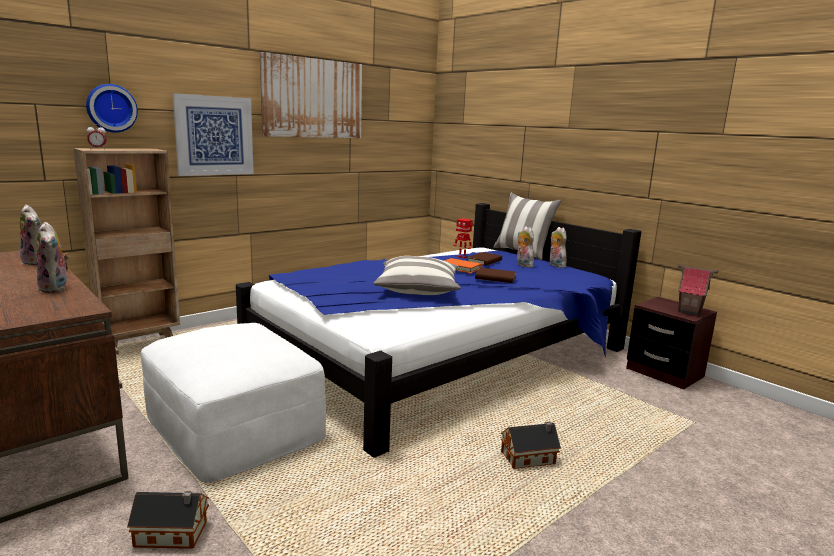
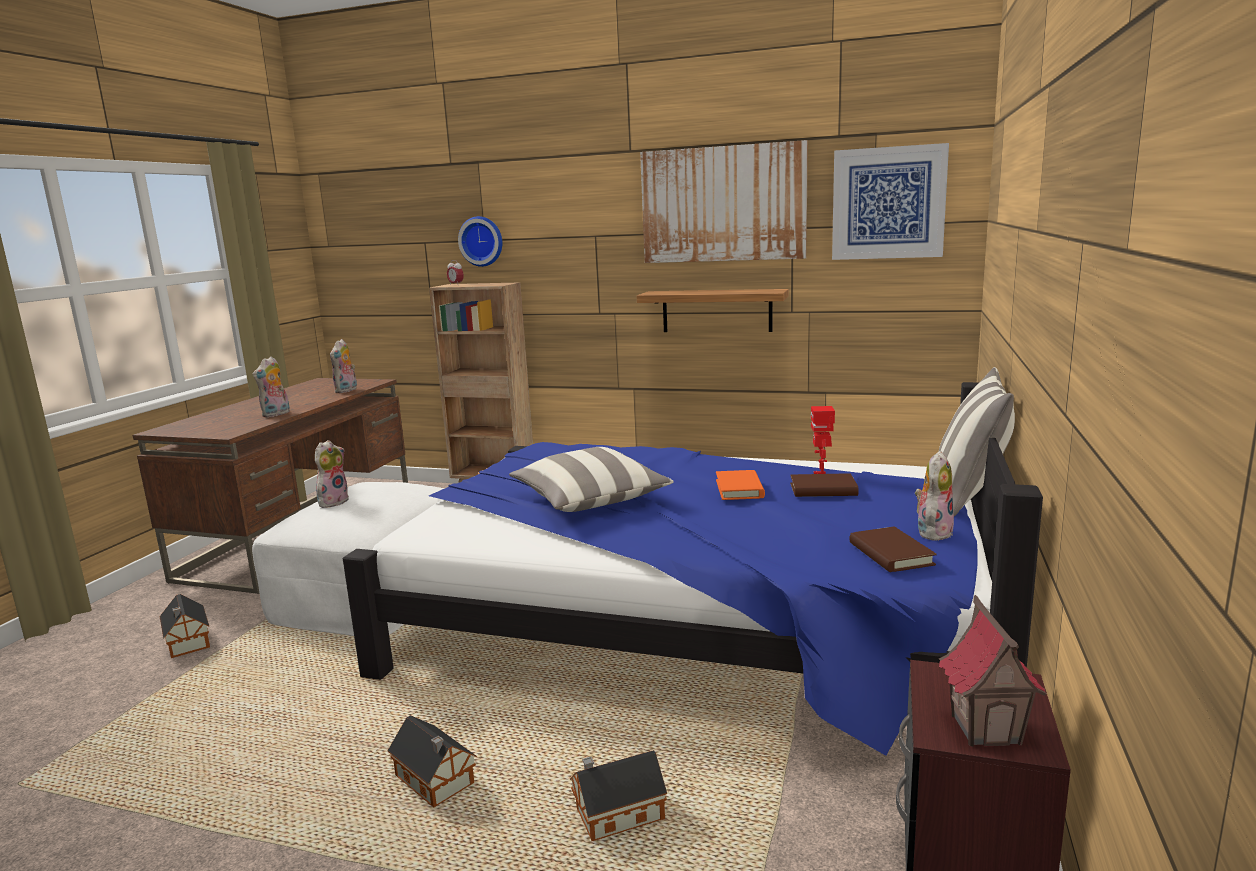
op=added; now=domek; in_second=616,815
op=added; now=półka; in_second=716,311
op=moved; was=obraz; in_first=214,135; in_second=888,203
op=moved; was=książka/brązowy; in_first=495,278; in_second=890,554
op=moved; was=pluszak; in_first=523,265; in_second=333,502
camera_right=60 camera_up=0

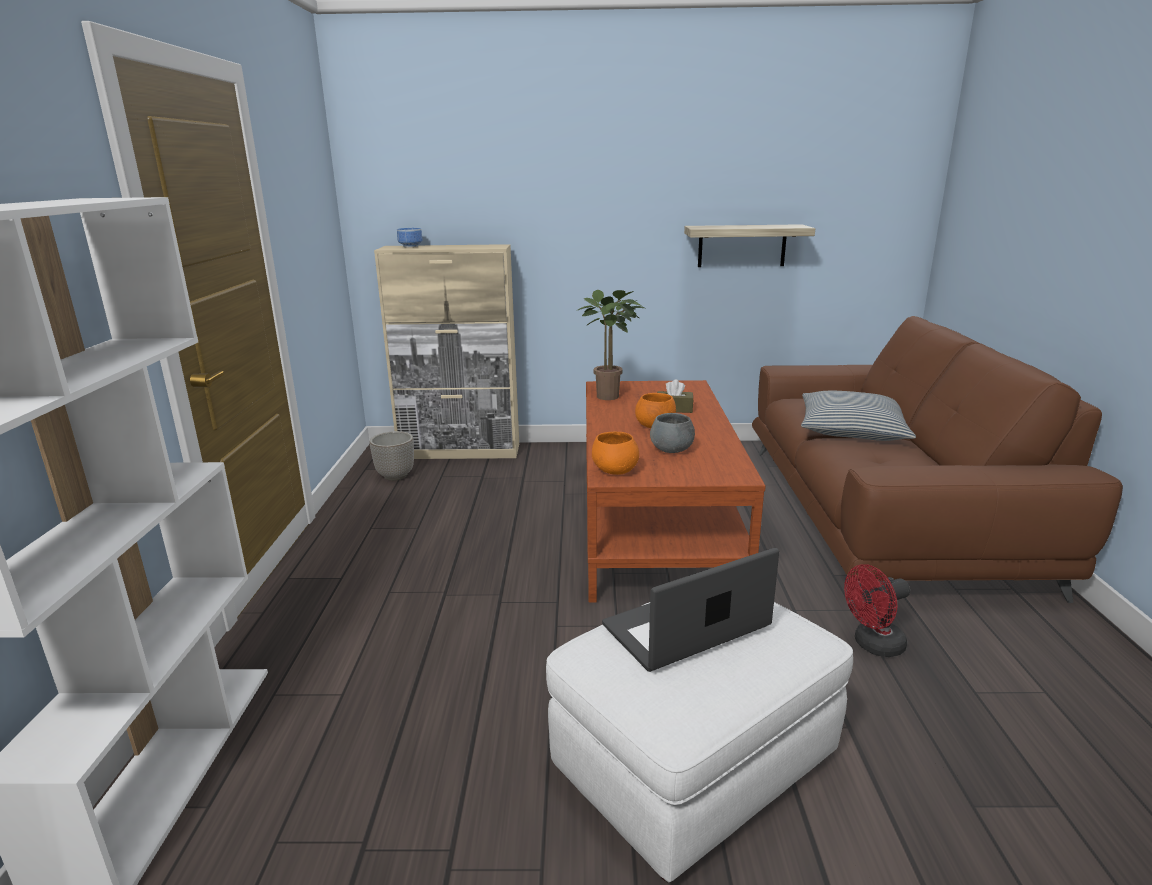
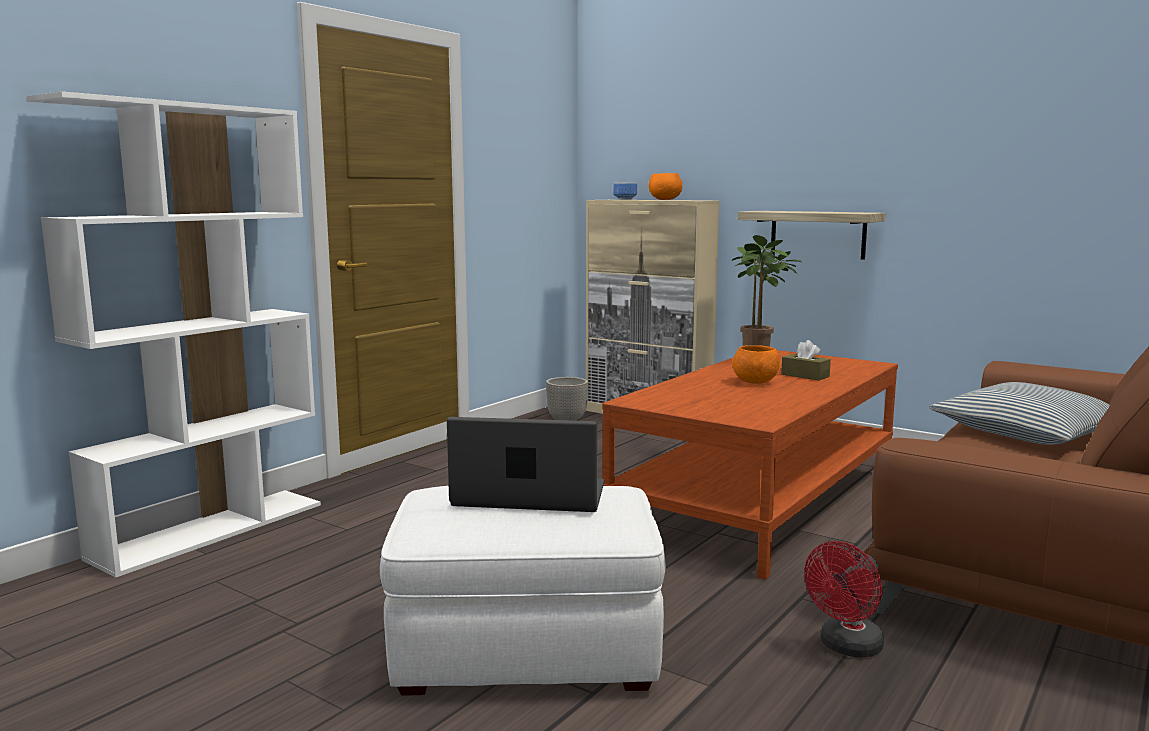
op=removed; was=miska/szary; in_first=672,450
op=moved; was=miska/pomarańczowy; in_first=615,471; in_second=665,199
op=moved; was=półka; in_first=742,246; in_second=817,234
op=turned; was=wentylator/czerwony; in_first=873,645; in_second=846,648; clockwise=-60
camera_right=35 camera_up=-10

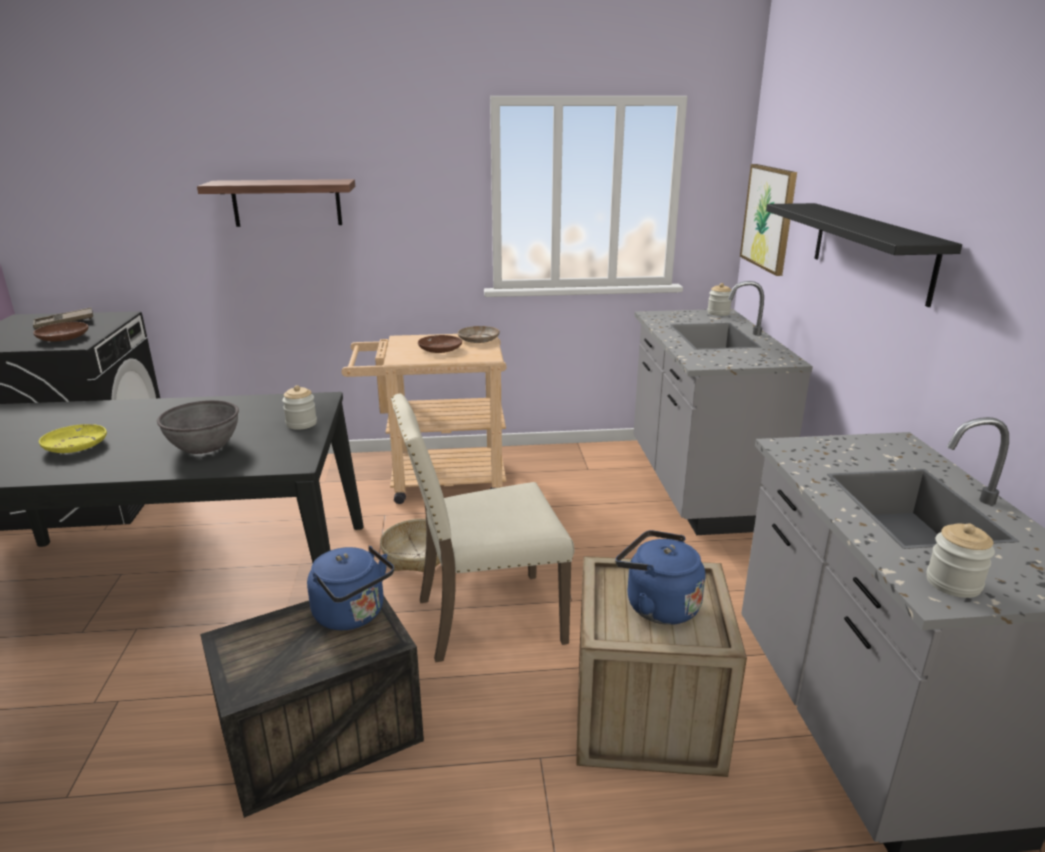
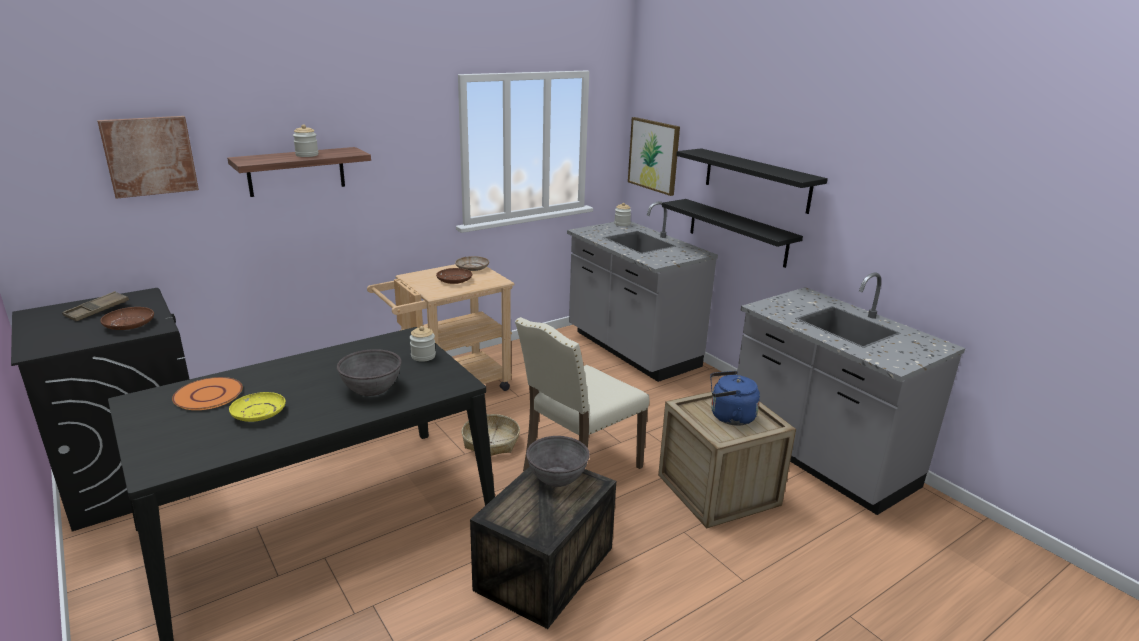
op=added; now=obraz; in_second=149,156
op=added; now=talerz/pomarańczowy; in_second=209,395
op=added; now=półka/czarny; in_second=737,232
op=moved; was=słoik; in_first=953,583; in_second=307,155
op=replaced; was=czajnik/niebieski; now=miska/szary; in_first=353,615; in_second=557,476
camera_right=-30 camera_up=0

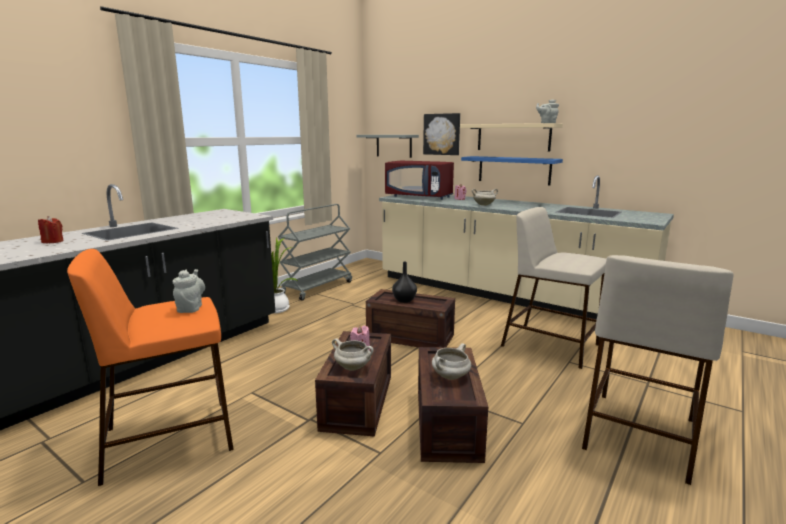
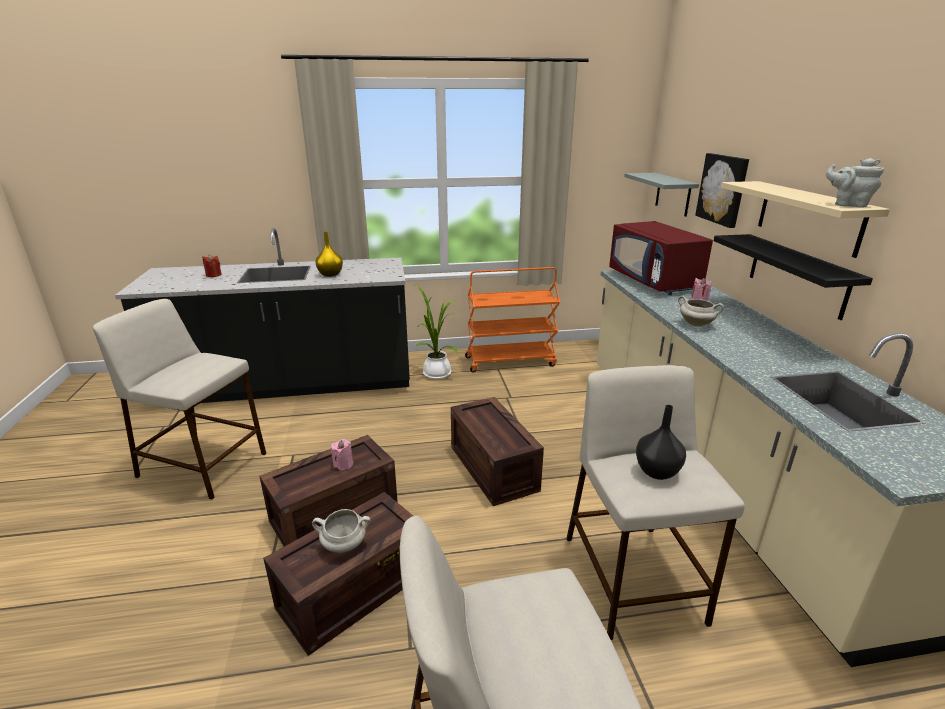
op=removed; was=imbryk/szary; in_first=190,308
op=removed; was=garnek/biały; in_first=353,367
op=added; now=wazon/żółty; in_second=330,274
op=moved; was=wazon/czarny; in_first=404,300; in_second=656,471
op=recoloured; was=stołek/pomarańczowy; now=stołek/beżowy; in_first=171,438; in_second=204,465
op=recoloured; was=wózek/szary; now=wózek/pomarańczowy; in_first=317,287; in_second=510,361
op=recoloured; was=półka/niebieski; now=półka/czarny; in_first=514,170; in_second=797,275
camera_right=45 camera_up=10

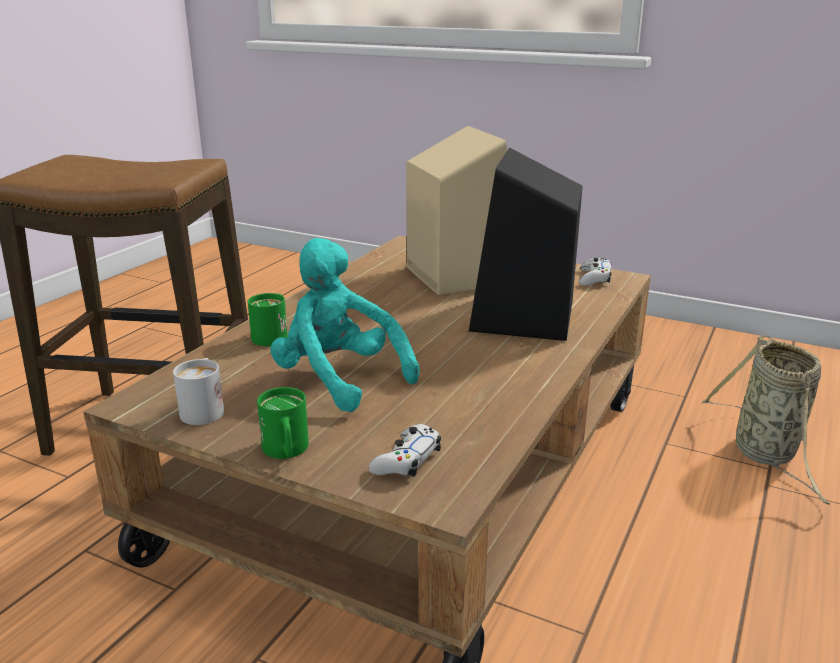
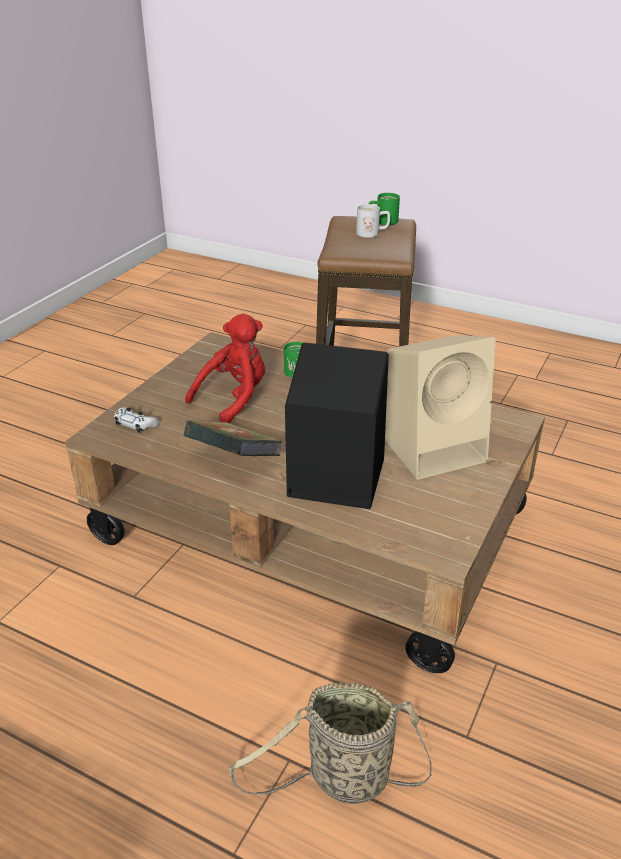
op=removed; was=pad do gier/biały; in_first=594,278
op=added; now=książka; in_second=234,461
op=moved; was=kubek/biały; in_first=204,408; in_second=372,233
op=moved; was=kubek/zielony; in_first=286,452; in_second=382,222
op=recoloured; was=pluszak/turkusowy; now=pluszak/czerwony; in_first=339,379; in_second=234,399
camera_right=90 camera_up=10

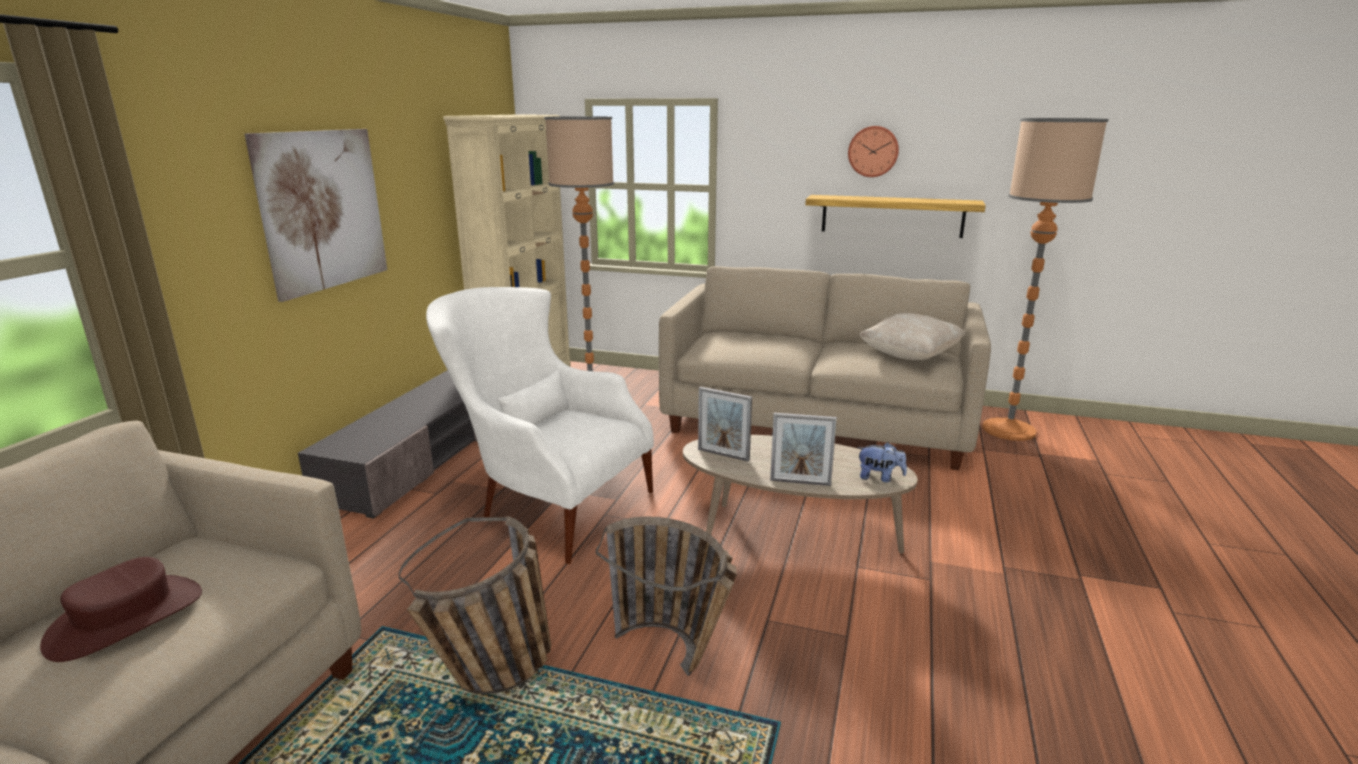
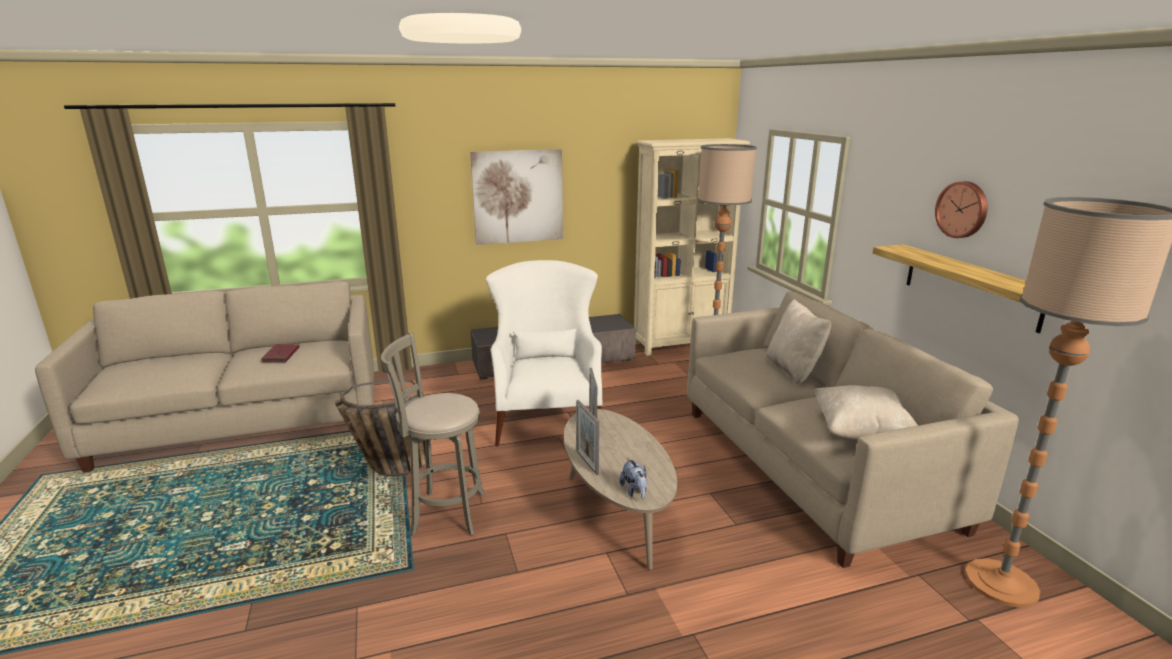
op=added; now=poduszka/beżowy; in_second=793,370
op=replaced; was=kapelusz/brązowy; now=książka/czerwony; in_first=126,618; in_second=281,355
op=replaced; was=koszyk; now=stołek/szary; in_first=676,656; in_second=444,513
camera_right=55 camera_up=0

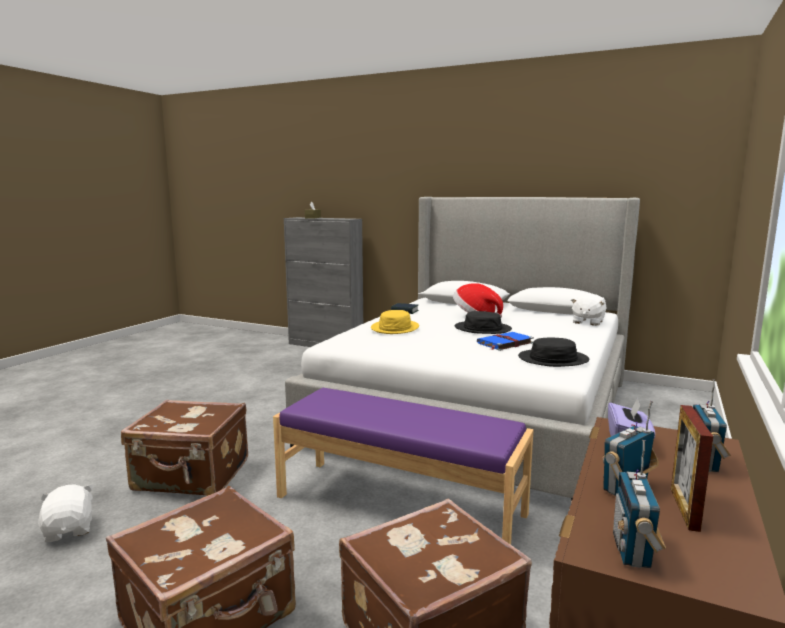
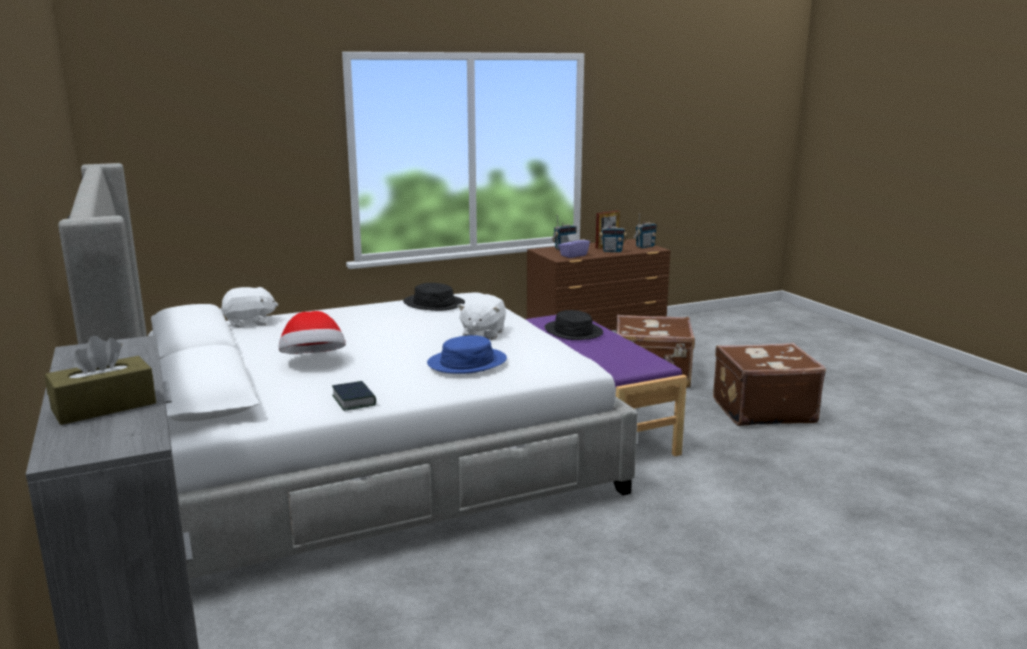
op=removed; was=walizka/brązowy; in_first=192,476
op=removed; was=książka/niebieski; in_first=504,343
op=moved; was=pluszak/biały; in_first=69,530; in_second=482,333
op=moved; was=kapelusz/czarny; in_first=482,329; in_second=573,331
op=recoloured; was=kapelusz/żółty; now=kapelusz/niebieski; in_first=395,328; in_second=467,362
camera_right=-140 camera_up=5

